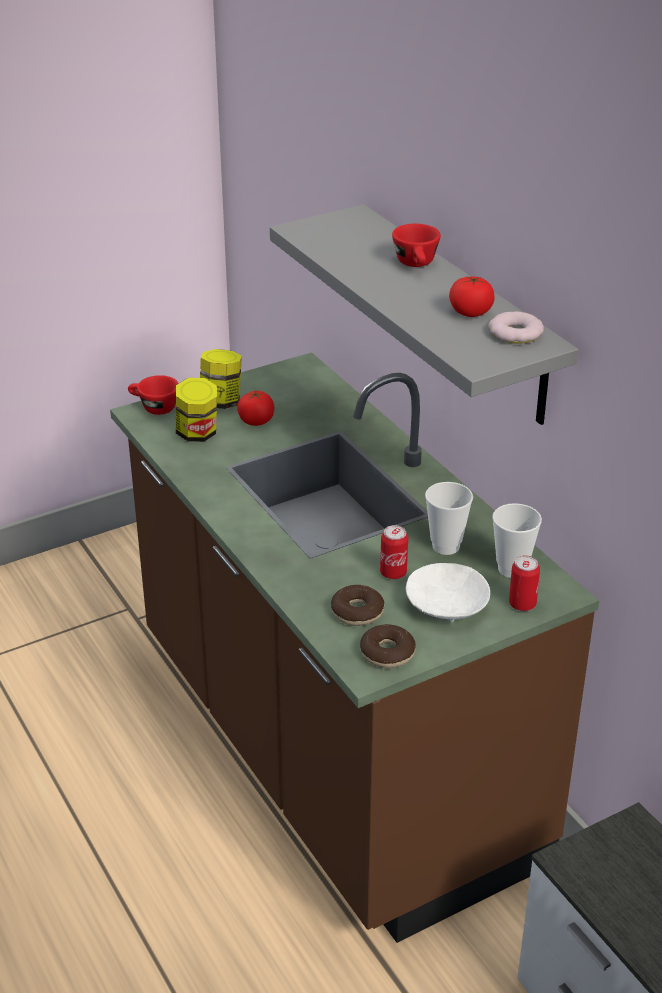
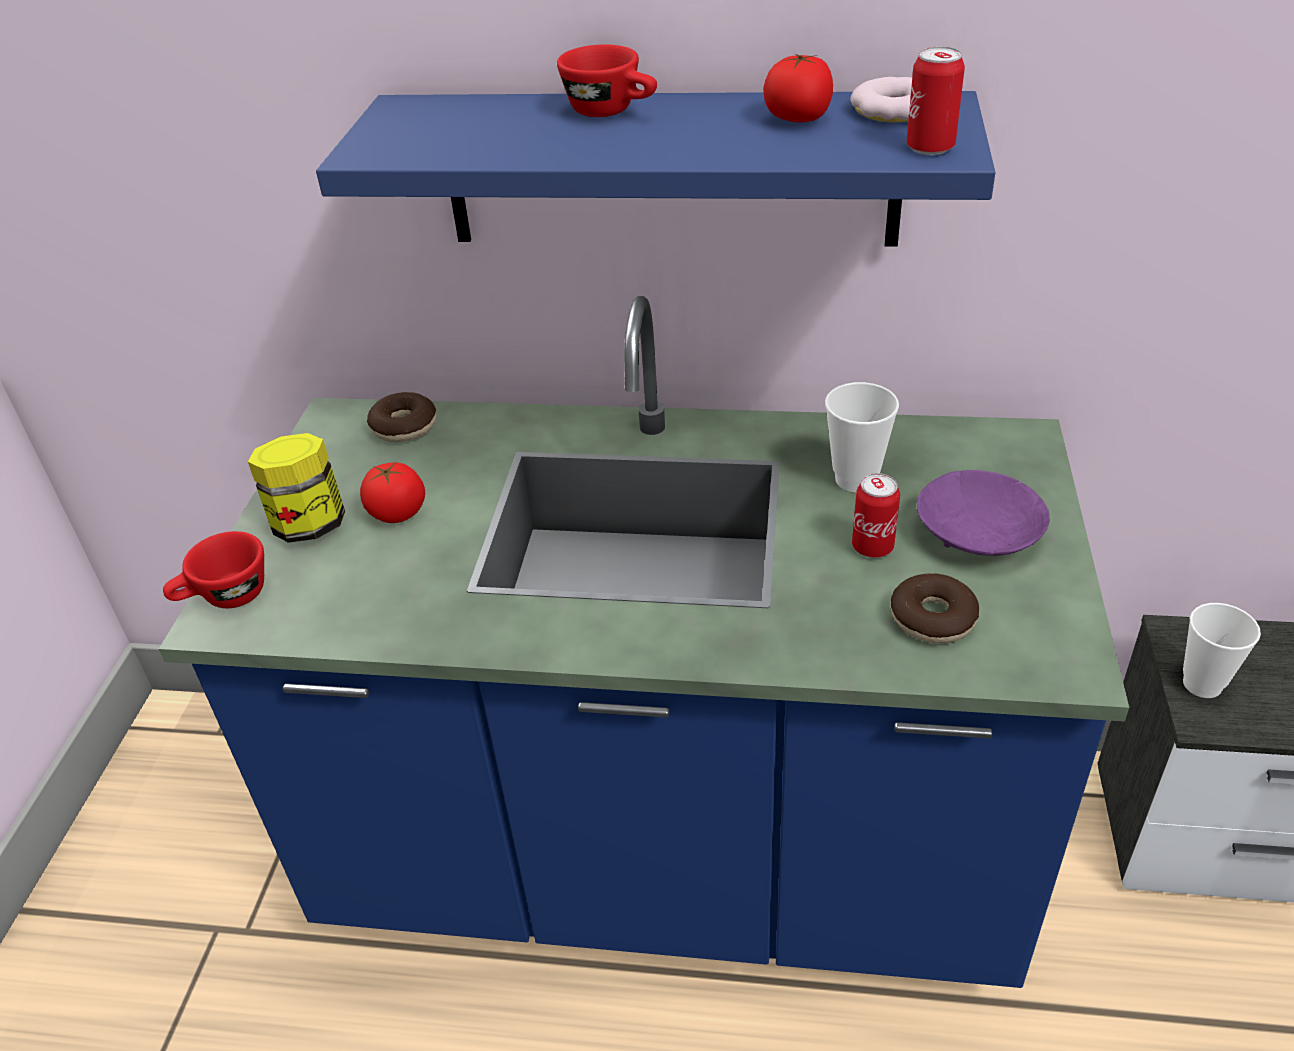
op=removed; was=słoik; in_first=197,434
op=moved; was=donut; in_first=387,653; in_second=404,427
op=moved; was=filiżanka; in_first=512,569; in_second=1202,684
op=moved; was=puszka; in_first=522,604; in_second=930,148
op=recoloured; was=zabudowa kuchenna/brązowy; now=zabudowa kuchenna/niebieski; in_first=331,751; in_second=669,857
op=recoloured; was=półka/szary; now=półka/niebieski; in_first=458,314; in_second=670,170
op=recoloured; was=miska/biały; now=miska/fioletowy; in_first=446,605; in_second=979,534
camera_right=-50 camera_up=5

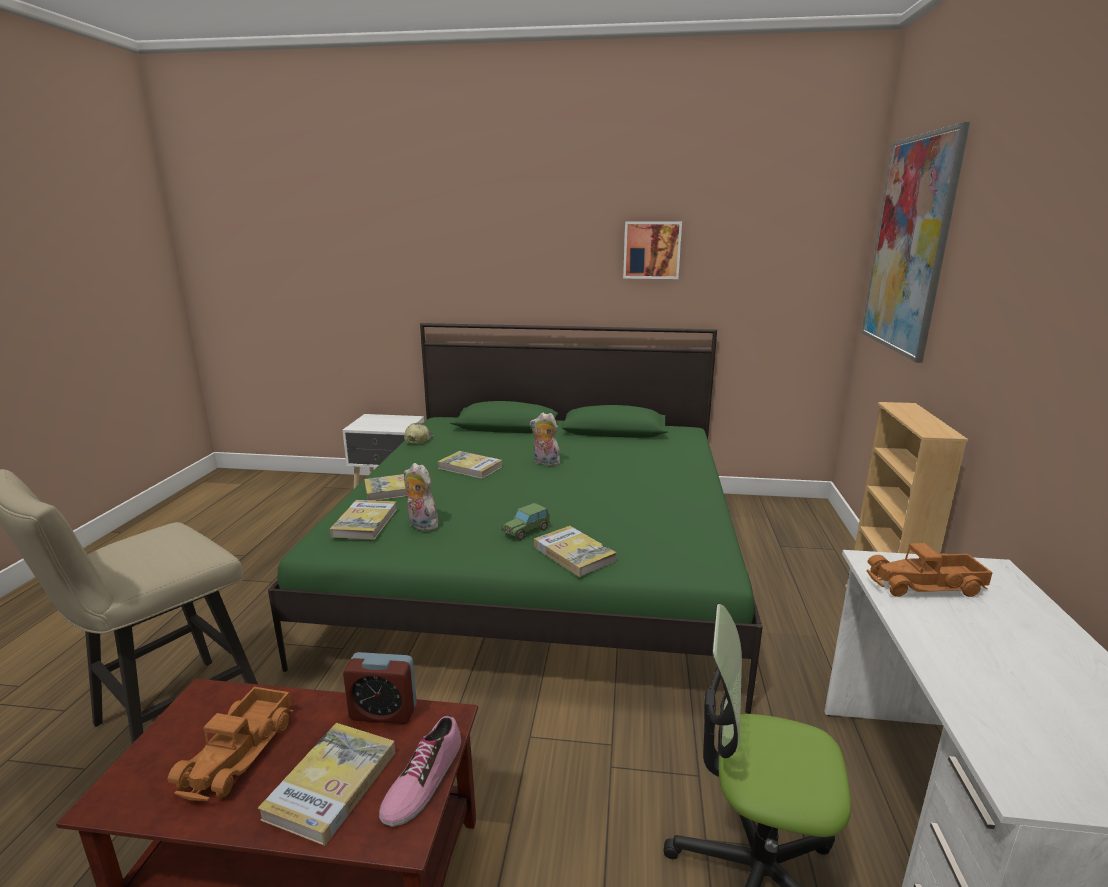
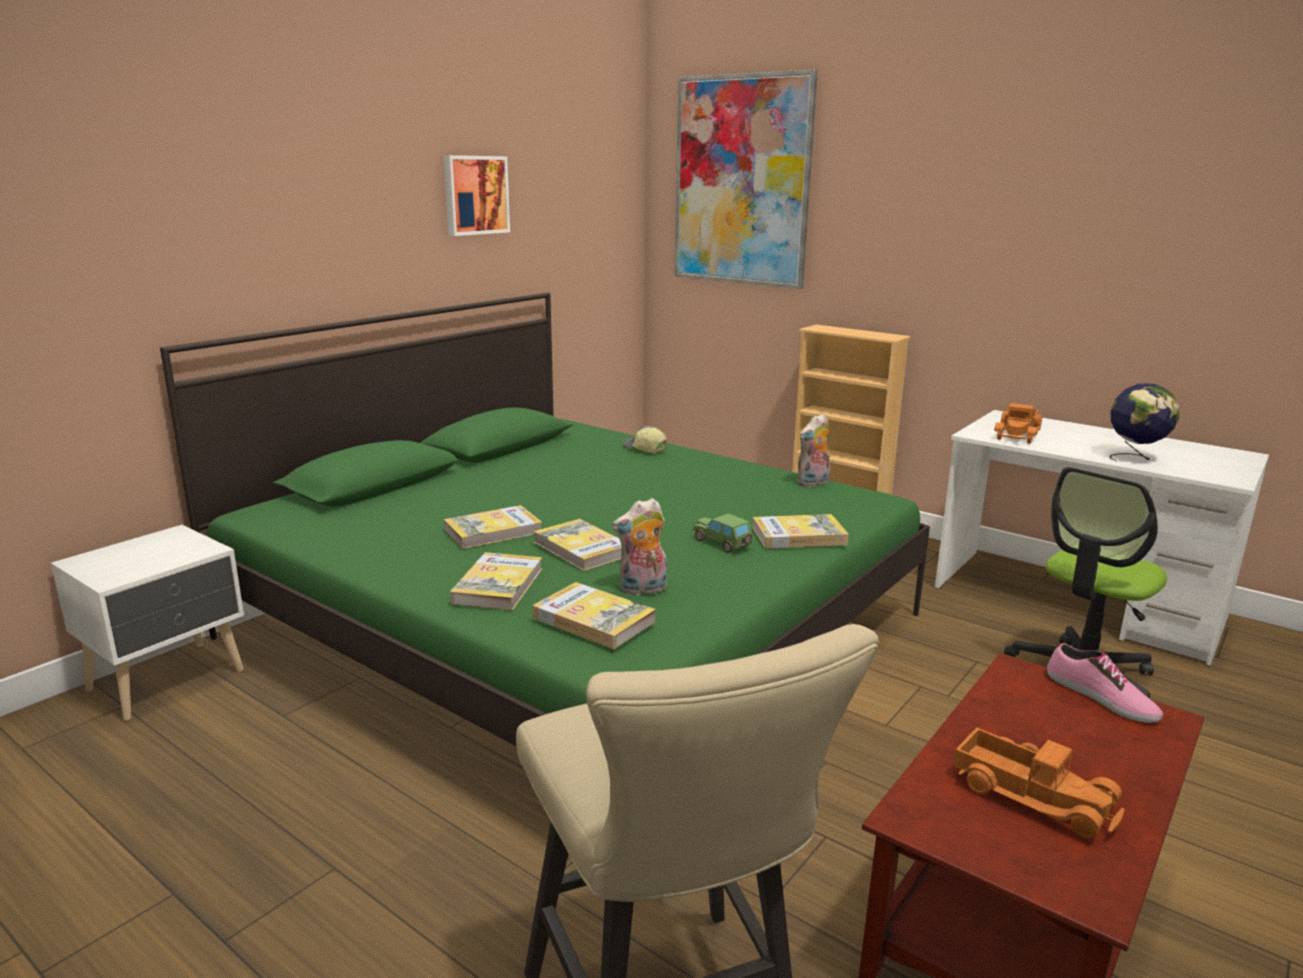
op=removed; was=budzik; in_first=383,712
op=added; now=globus; in_second=1135,458
op=moved; was=książka; in_first=332,784; in_second=581,549
op=moved; was=czapka z daszkiem; in_first=418,440; in_second=644,449
op=moved; was=pluszak; in_first=545,463; in_second=813,483
op=turned; was=samochodzik; in_first=526,531; in_second=722,543; clockwise=150
camera_right=-60 camera_up=0

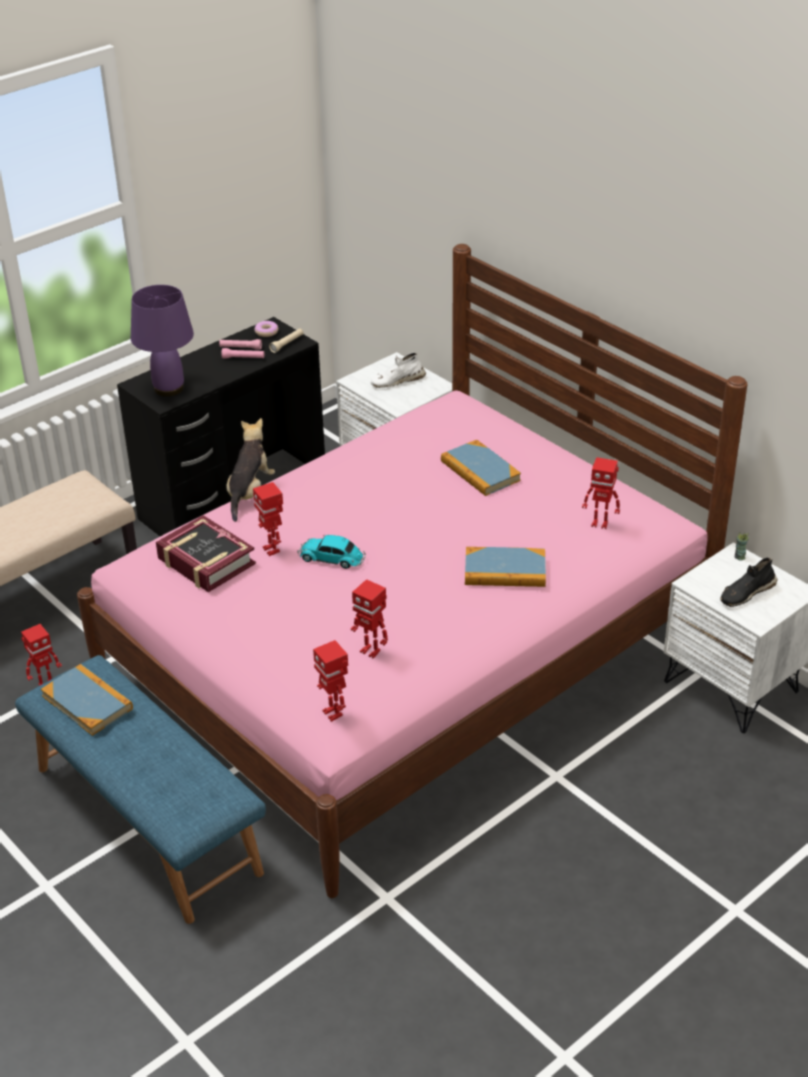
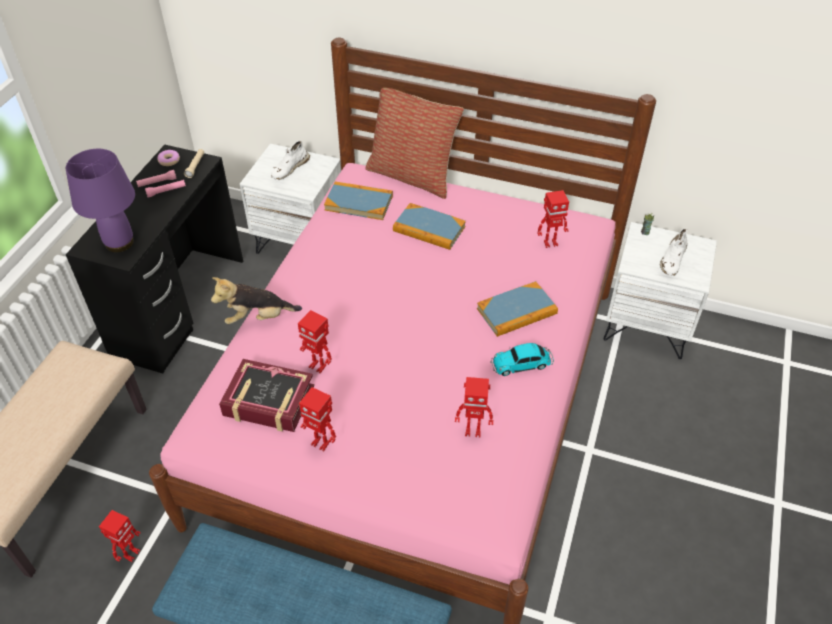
op=added; now=poduszka; in_second=412,175
op=moved; was=książka; in_first=87,702; in_second=359,203
op=moved; was=samochodzik; in_first=332,558; in_second=522,363
op=moved; was=robot zabawkowy; in_first=333,713; in_second=321,443
op=recoloured; was=but/czarny; now=but/biały; in_first=746,593; in_second=672,260
op=turned; was=pluszak; in_first=250,493; in_second=258,317; clockwise=-90
camera_right=-30 camera_up=10

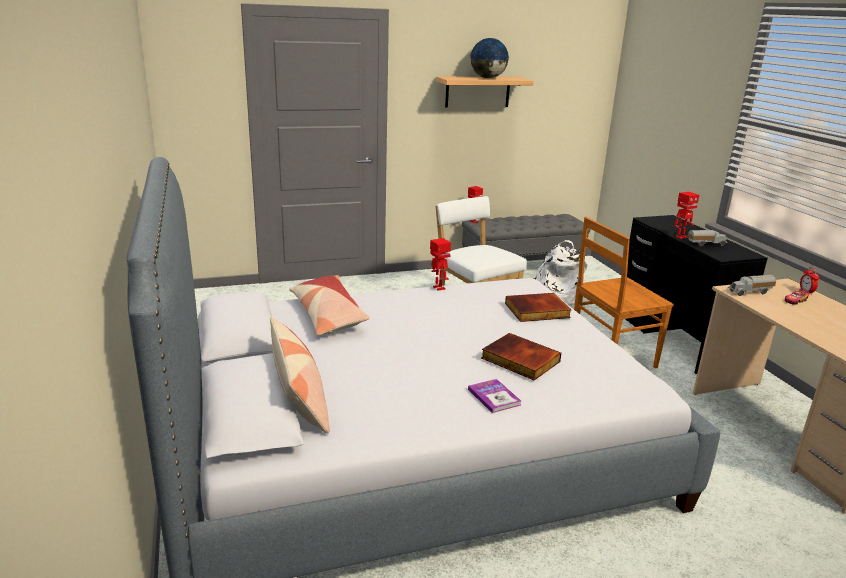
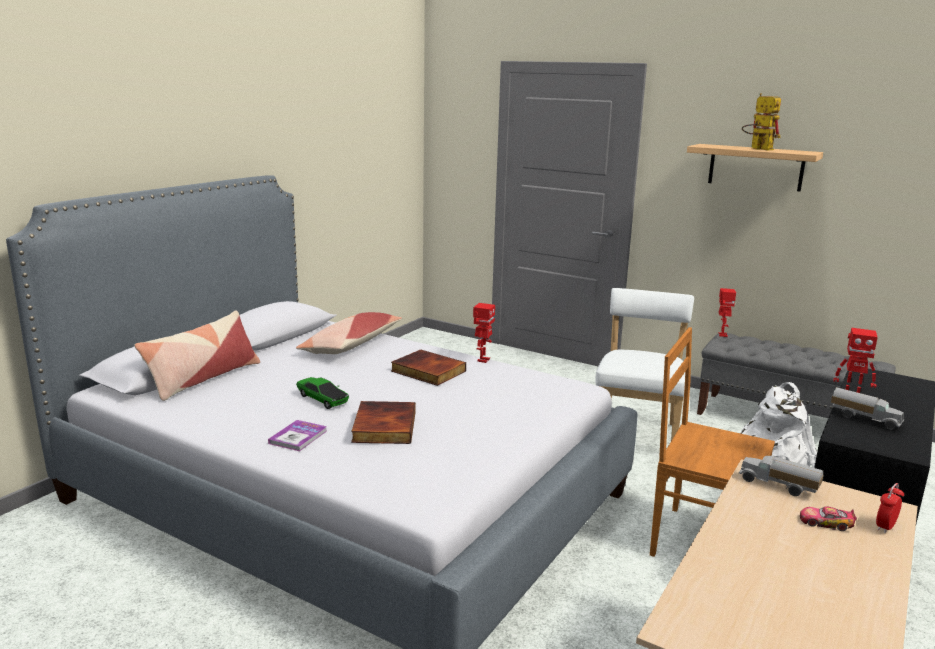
op=added; now=samochodzik; in_second=322,399
op=moved; was=książka; in_first=537,311; in_second=427,371
op=replaced; was=globus; now=robot zabawkowy; in_first=487,78; in_second=756,149
camera_right=50 camera_up=-5

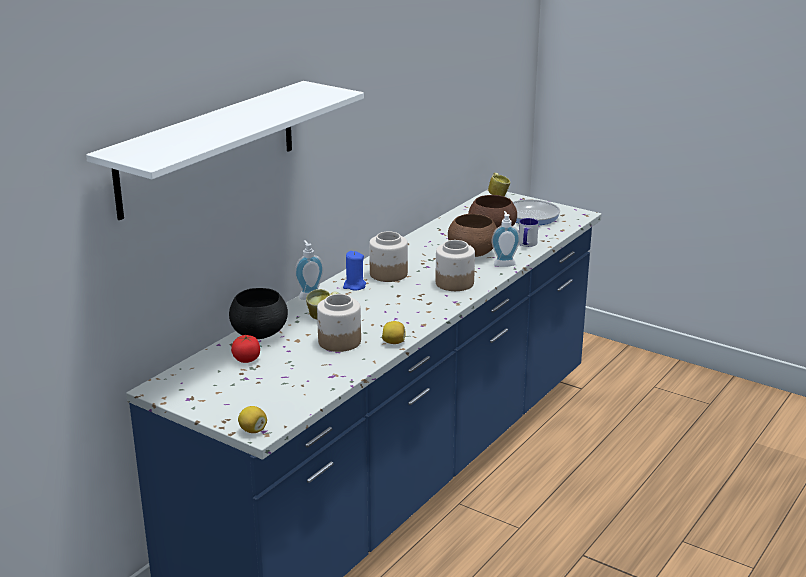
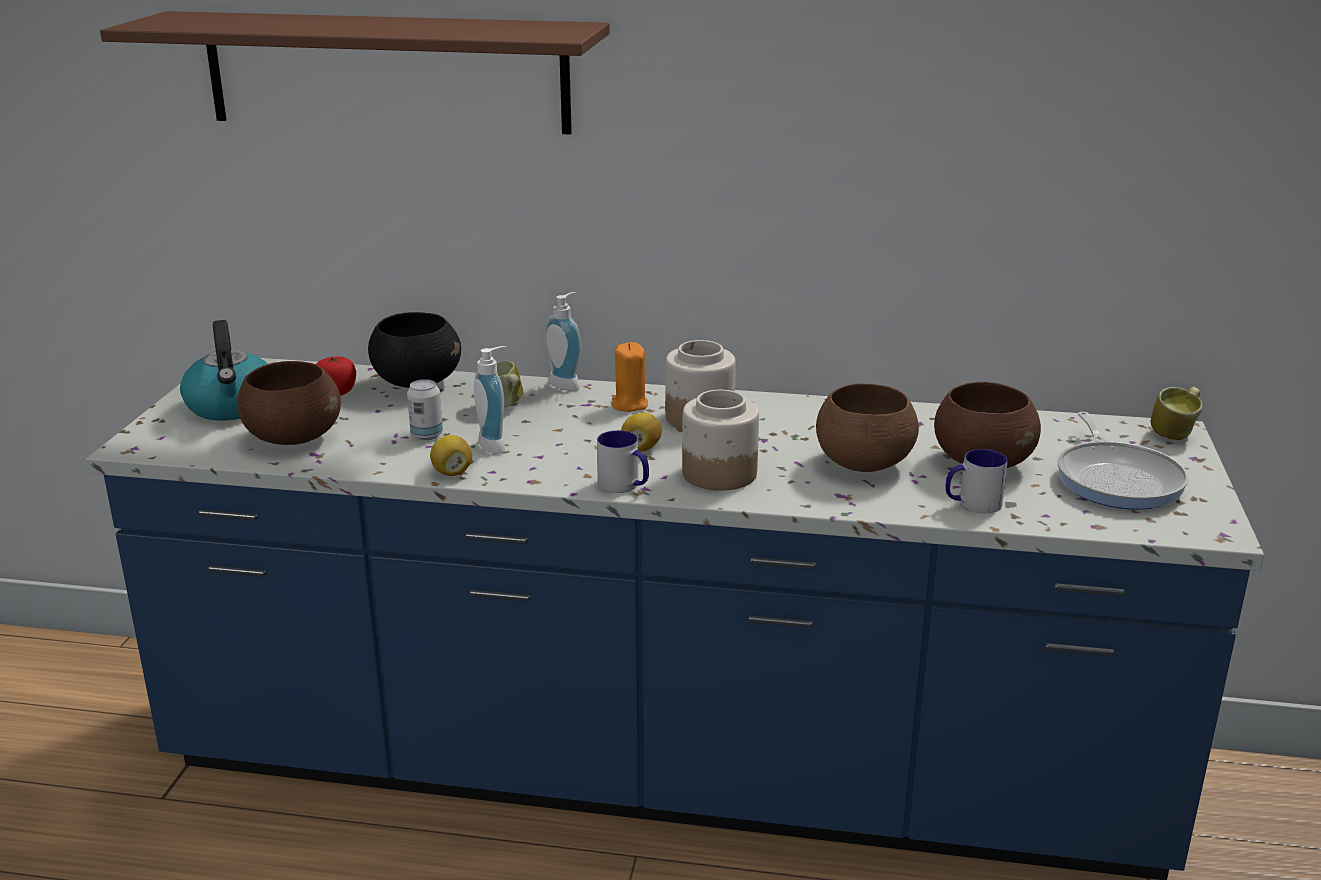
op=added; now=czajnik; in_second=232,406
op=added; now=miska/brązowy; in_second=293,438
op=added; now=kubek; in_second=624,486
op=moved; was=cytryna; in_first=253,430; in_second=641,448
op=moved; was=dozownik mydła; in_first=504,263; in_second=496,445
op=replaced; was=słoik; now=puszka; in_first=339,342; in_second=427,435
op=recoloured; was=półka/biały; now=półka/brązowy; in_first=208,148; in_second=386,72
op=recoloured; was=świeca/niebieski; now=świeca/pomarańczowy; in_first=354,286; in_second=629,404
camera_right=65 camera_up=0

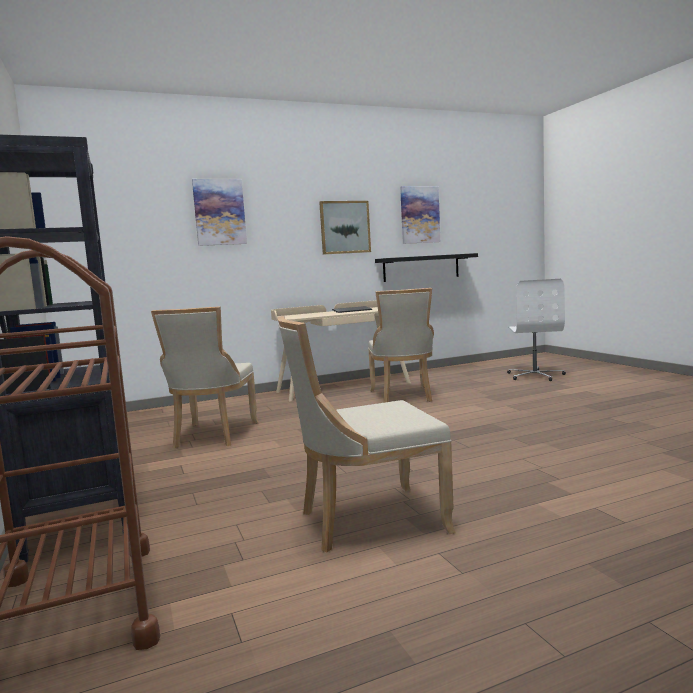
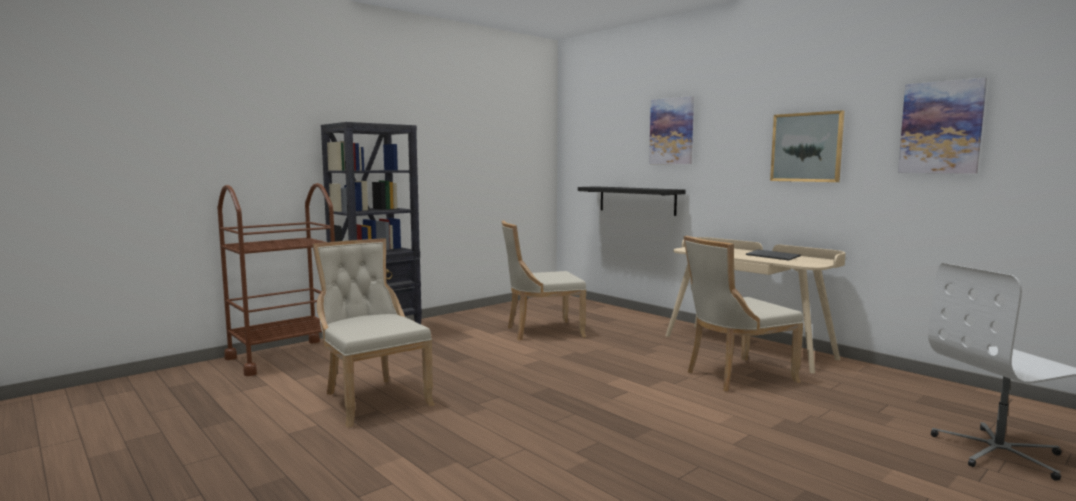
op=moved; was=półka/czarny; in_first=421,267; in_second=636,200
camera_right=70 camera_up=0

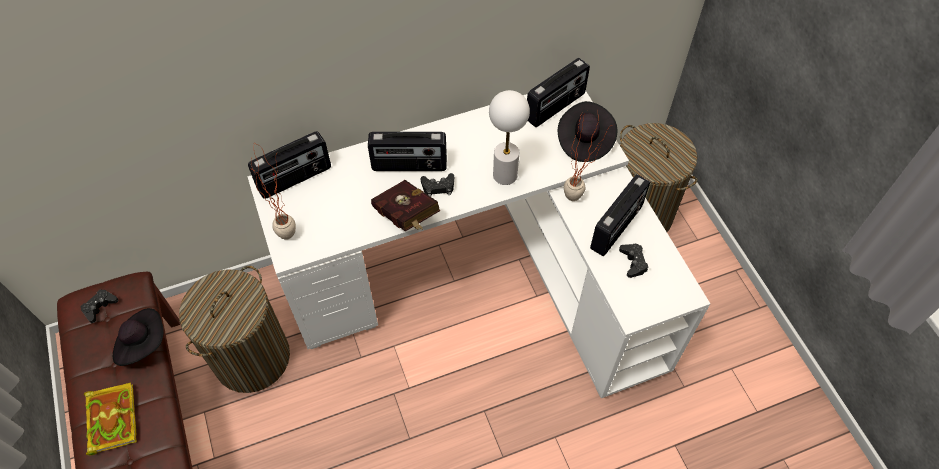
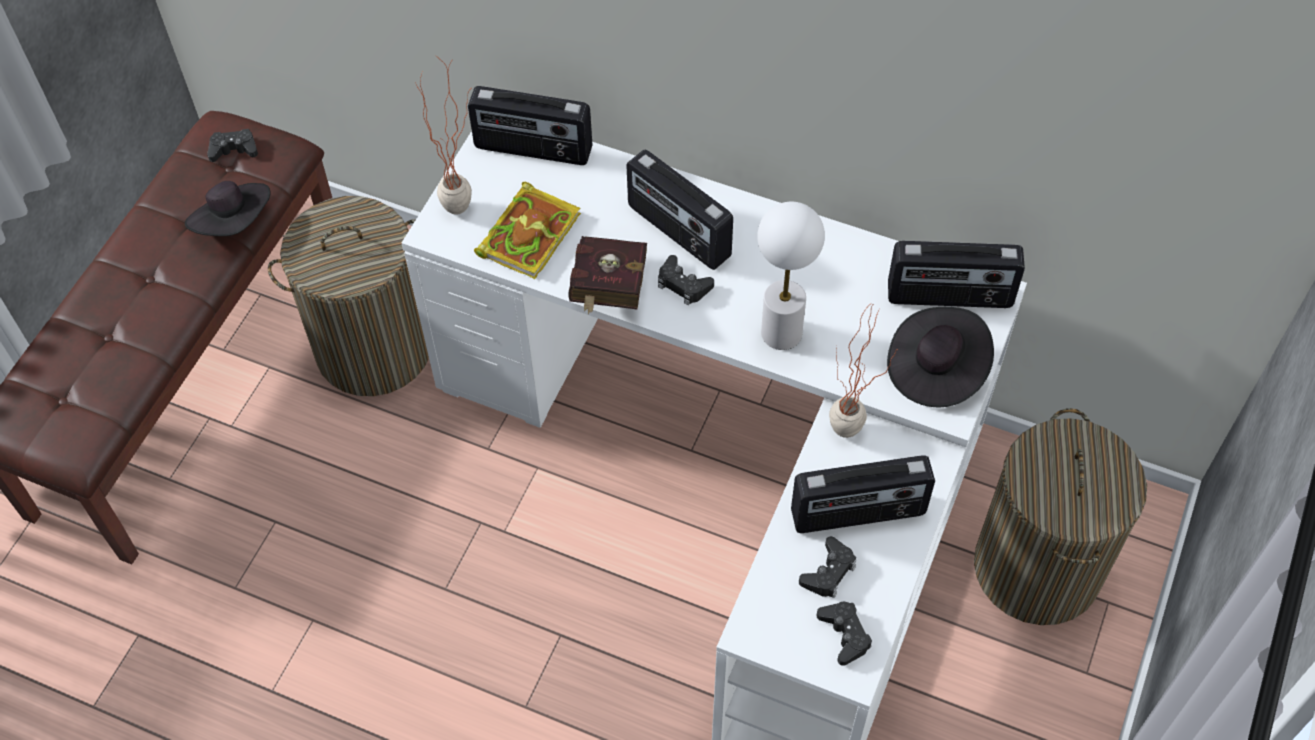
op=added; now=pad do gier/czarny; in_second=844,634
op=moved; was=książka; in_first=111,418; in_second=529,232
camera_right=45 camera_up=0

